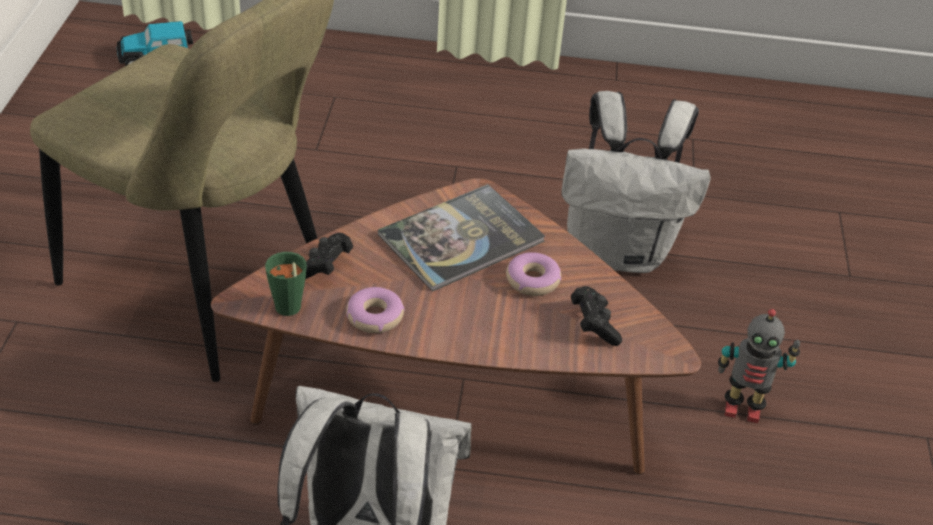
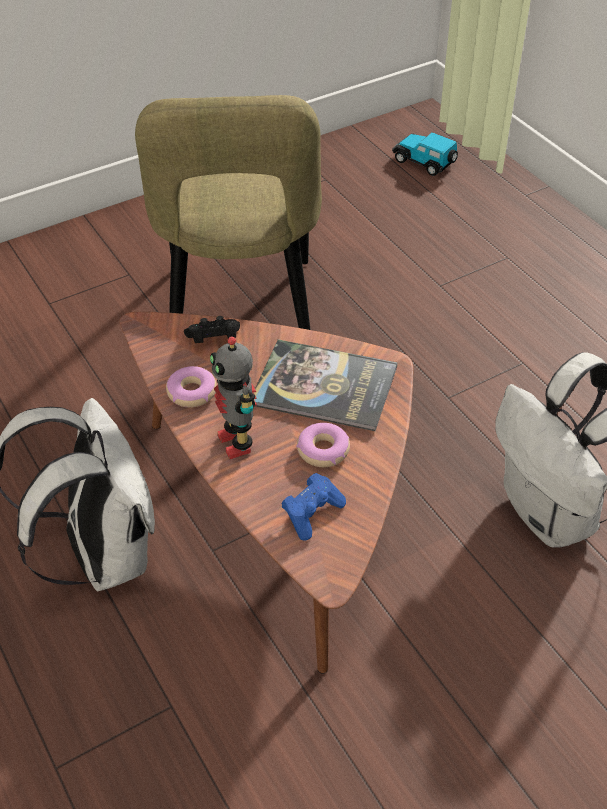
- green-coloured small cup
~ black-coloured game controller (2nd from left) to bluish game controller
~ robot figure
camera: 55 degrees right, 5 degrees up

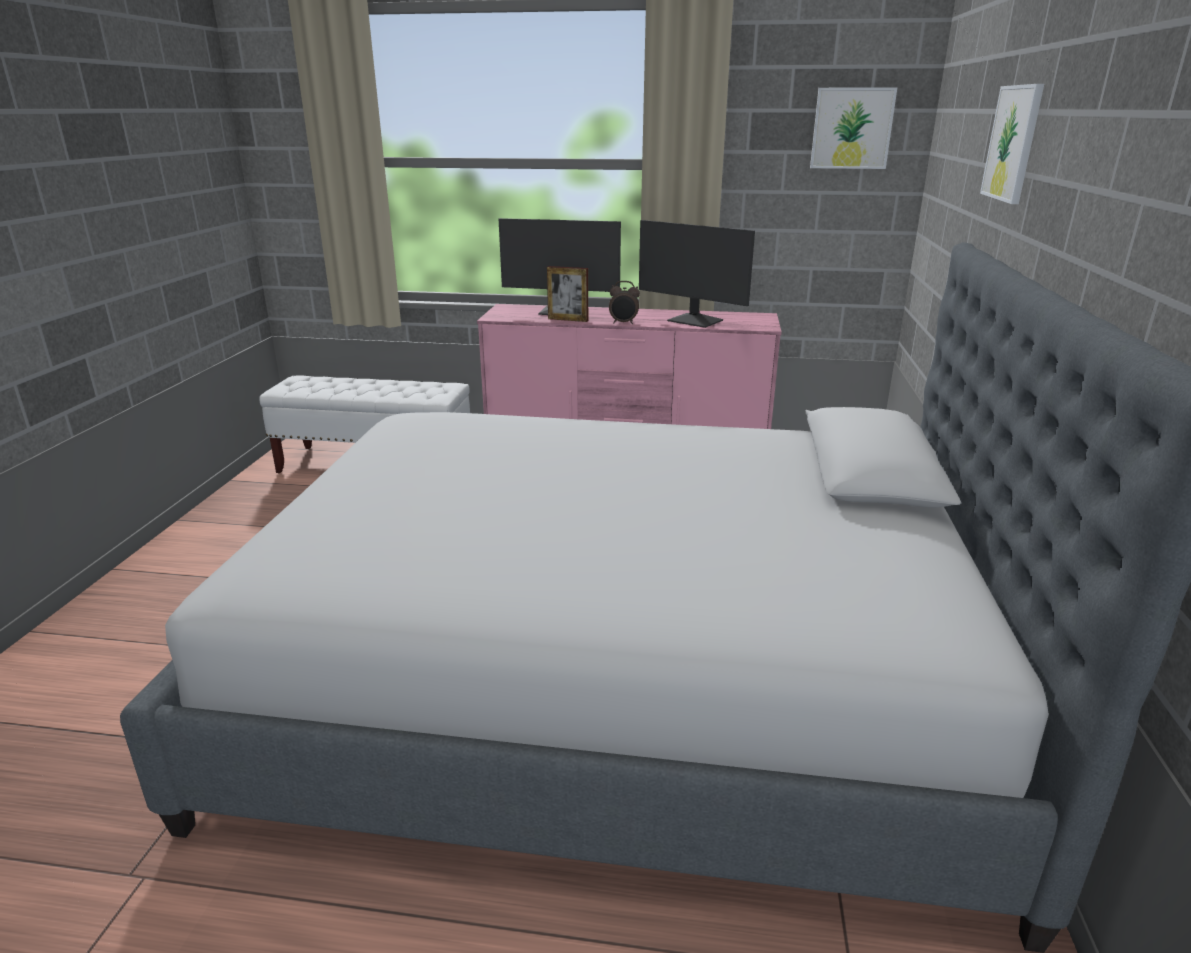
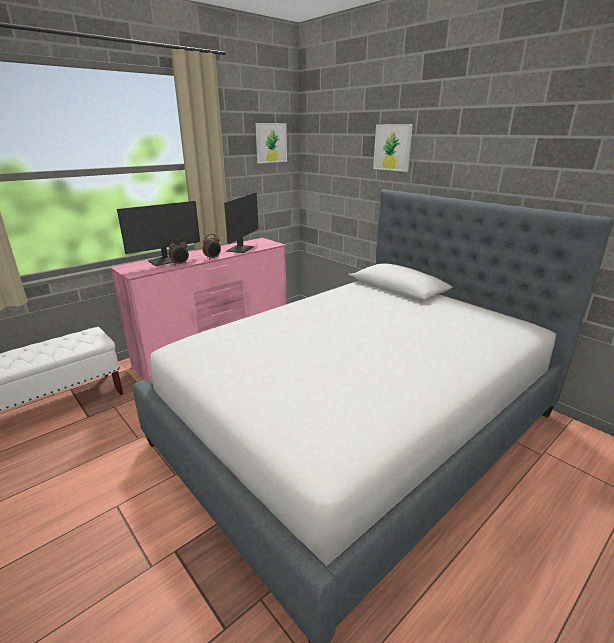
~ standing frame to alarm clock (1st from left)
~ monitor (2nd from left) 60 degrees counterclockwise
camera: 50 degrees left, 0 degrees up

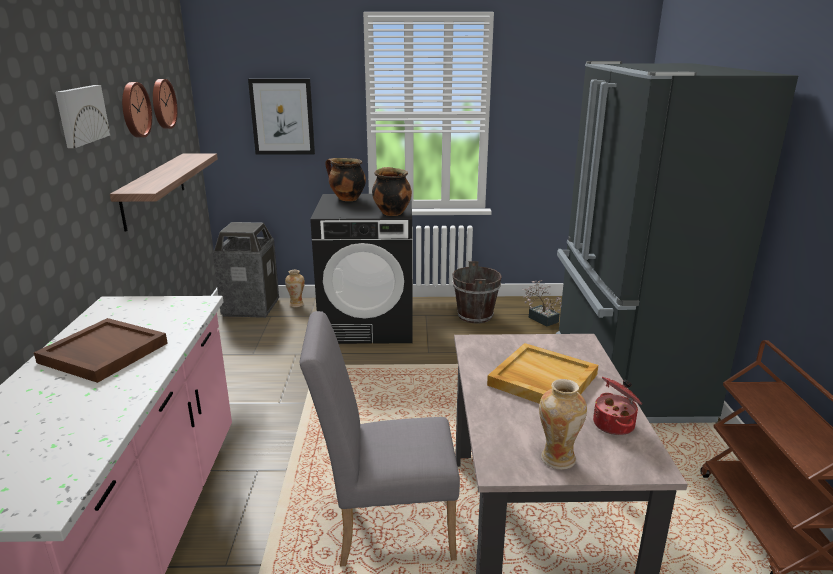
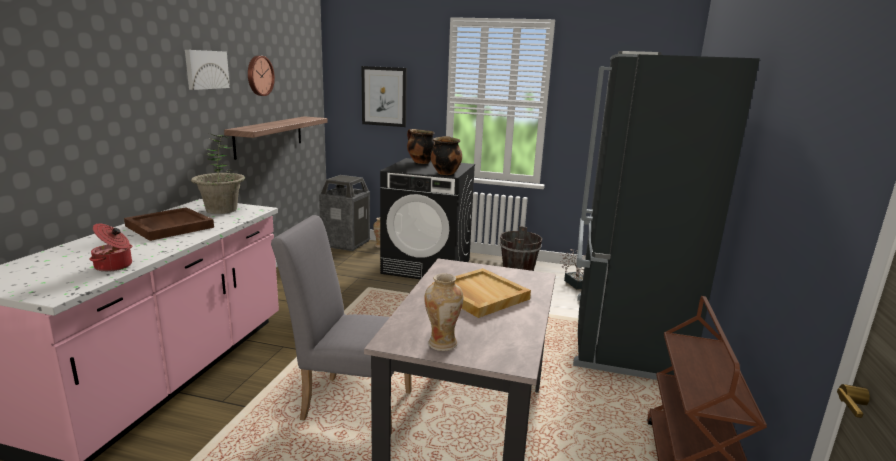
- wall clock (2nd from left)
~ stockpot (3rd from left in the first image) to stockpot (1st from left)
+ houseplant (1st from left)
camera: 15 degrees right, 5 degrees down

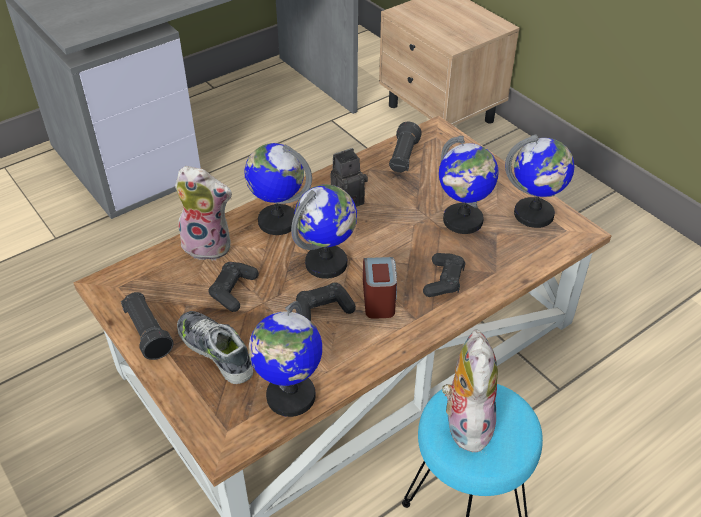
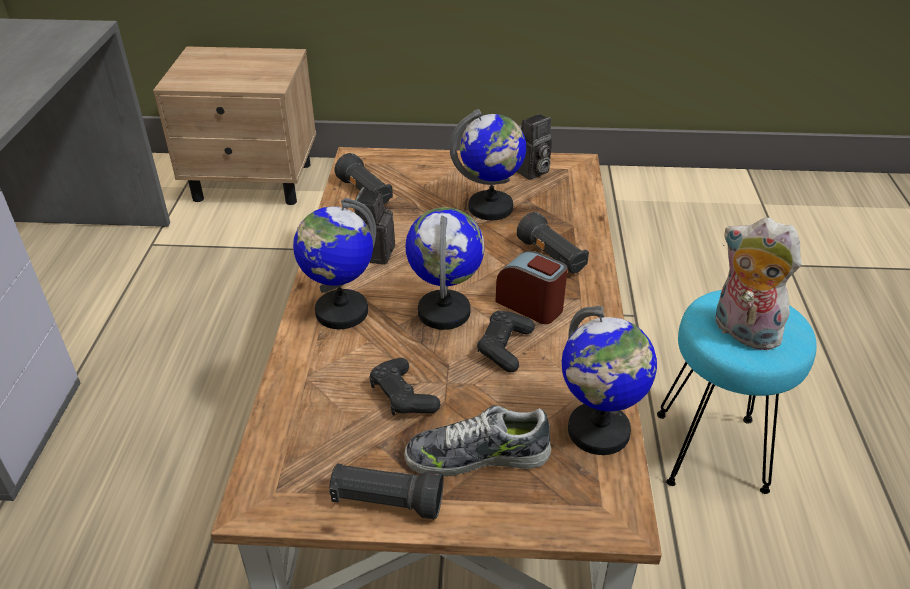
- plush toy (1st from left)
~ black-coloured game controller (3rd from left) to black-coloured torch (3rd from left)
~ desk globe (5th from left) to photo camera (2nd from left)
camera: 50 degrees left, 5 degrees down

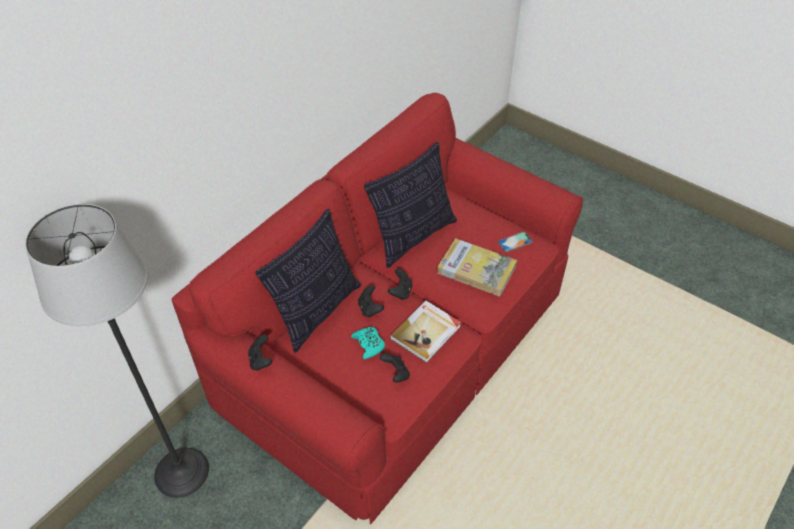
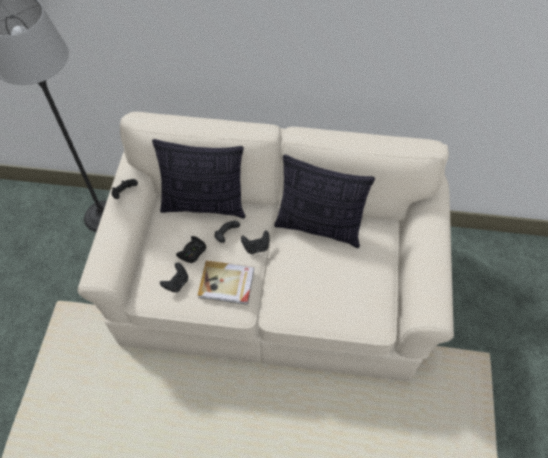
~ reddish sofa to sand-coloured sofa
~ blue-green game controller to black-coloured game controller (3rd from left)
- bound book (2nd from left)
- telephone
camera: 60 degrees right, 10 degrees up

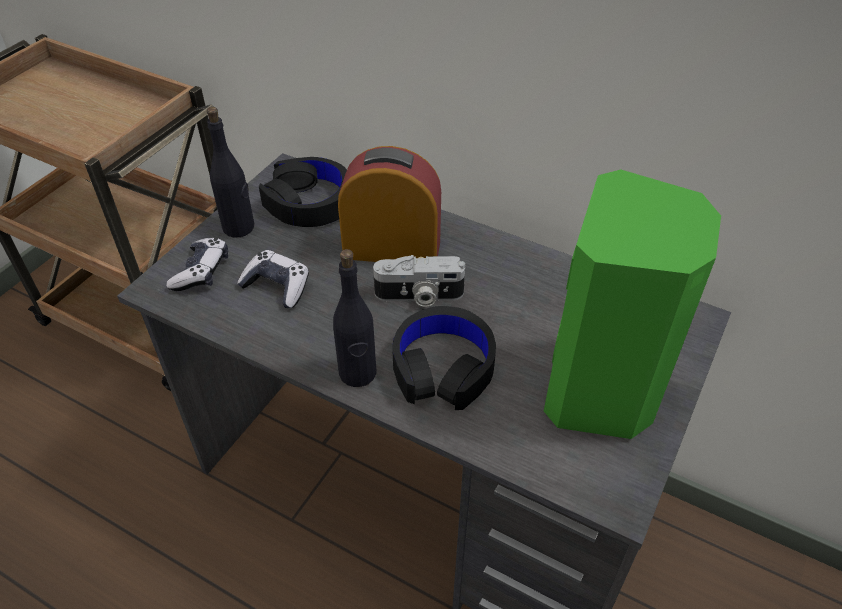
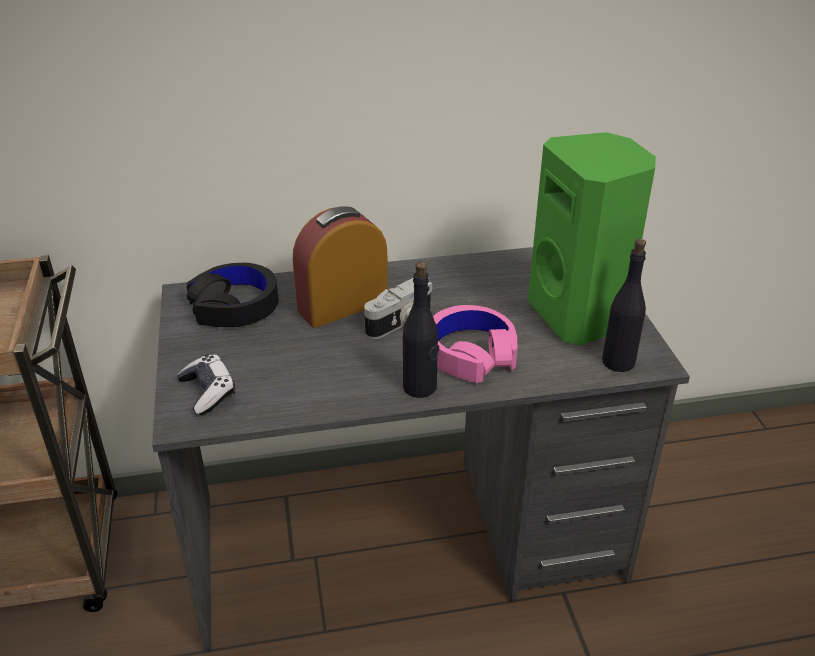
~ black-coloured drink bottle (1st from left in the first image) to black-coloured drink bottle (2nd from left)
- game controller (2nd from left)
~ black-coloured pair of headphones (2nd from left) to pink-coloured pair of headphones
camera: 40 degrees left, 10 degrees down

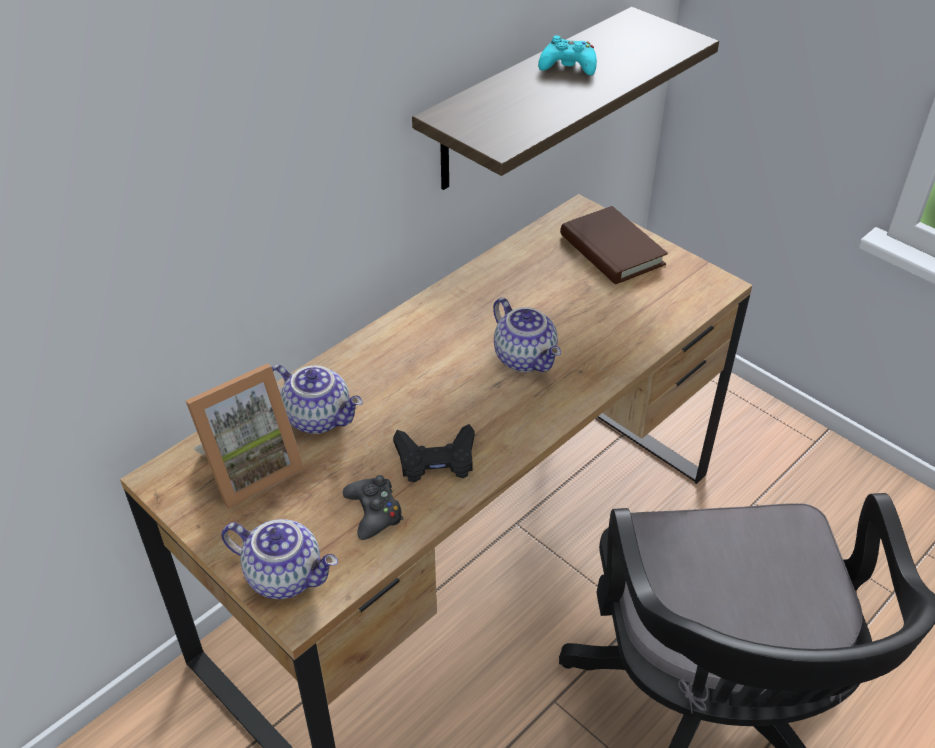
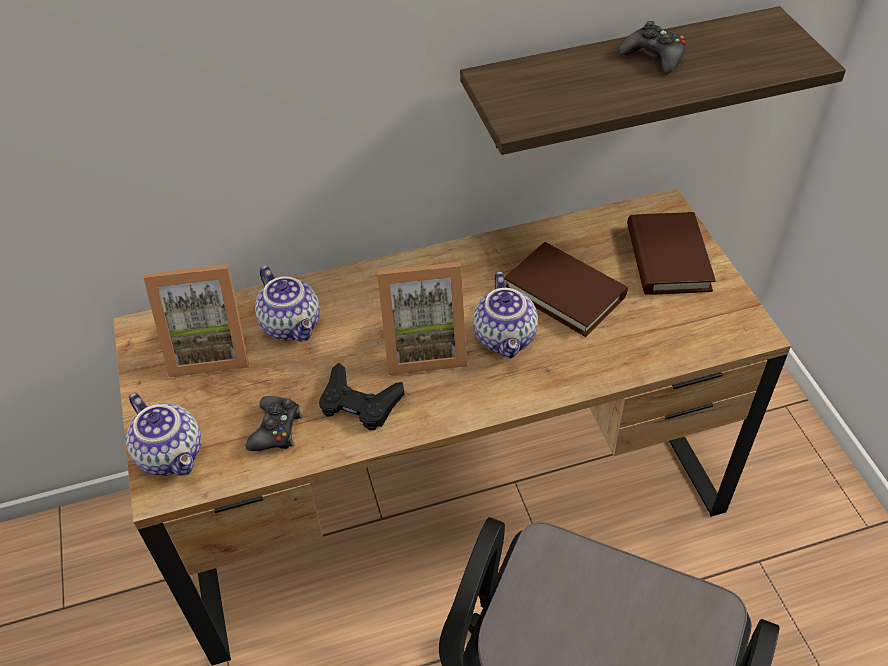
~ blue-green game controller to black-coloured game controller (3rd from left)
+ standing frame (2nd from left)
+ brownish bound book (1st from left)
camera: 30 degrees right, 5 degrees up

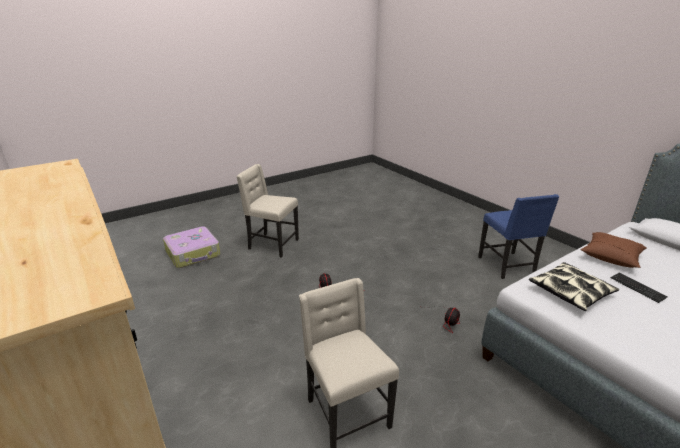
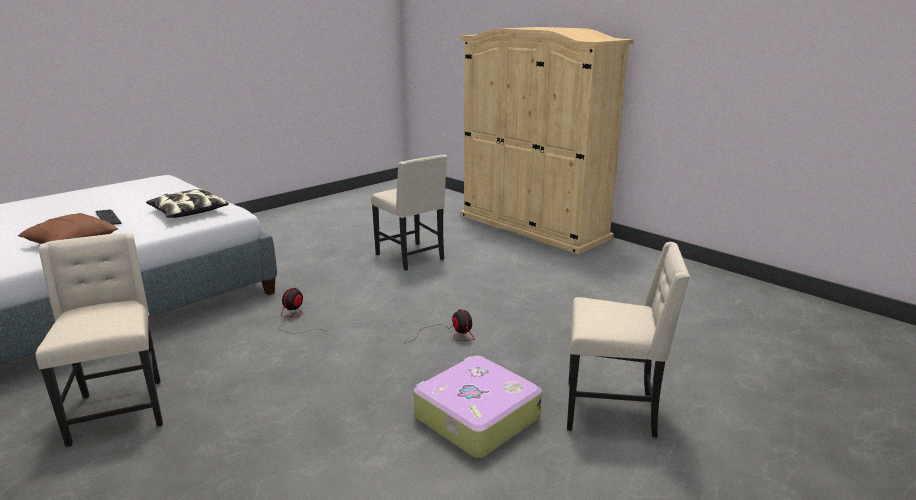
~ suitcase
~ bluish plain chair to sand-coloured plain chair (1st from left)
camera: 170 degrees right, 5 degrees down

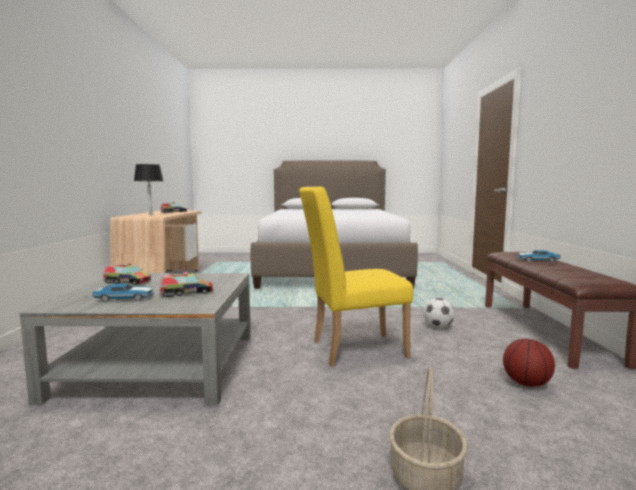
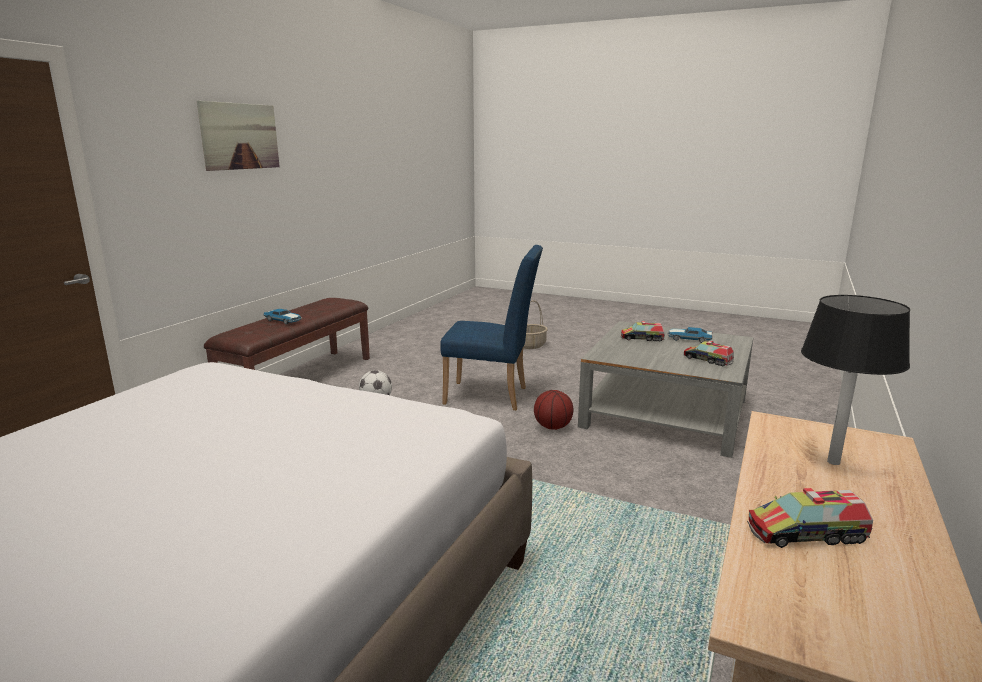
~ yellowish plain chair to bluish plain chair
~ basketball
+ wall picture
camera: 155 degrees left, 10 degrees up

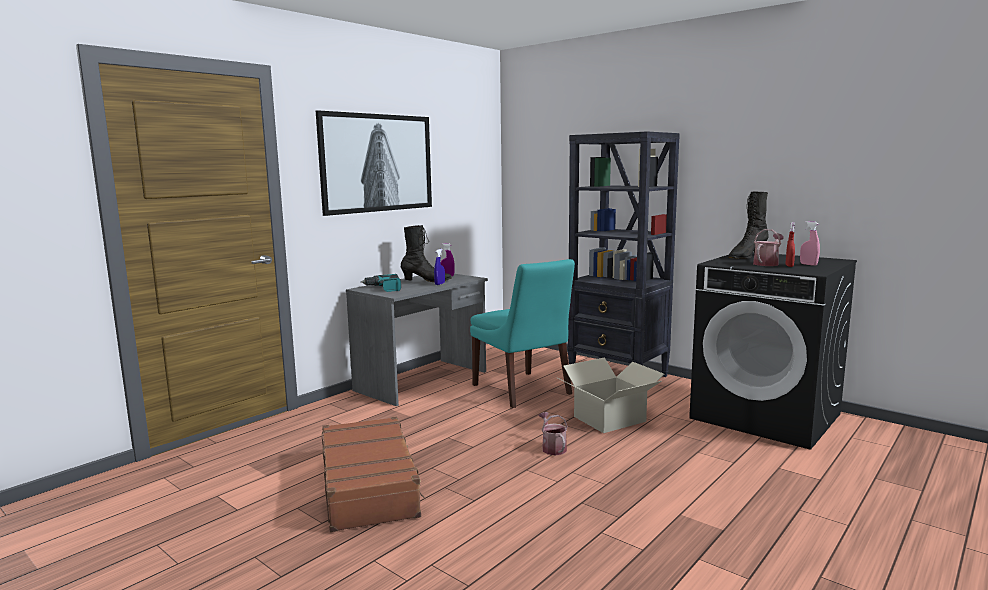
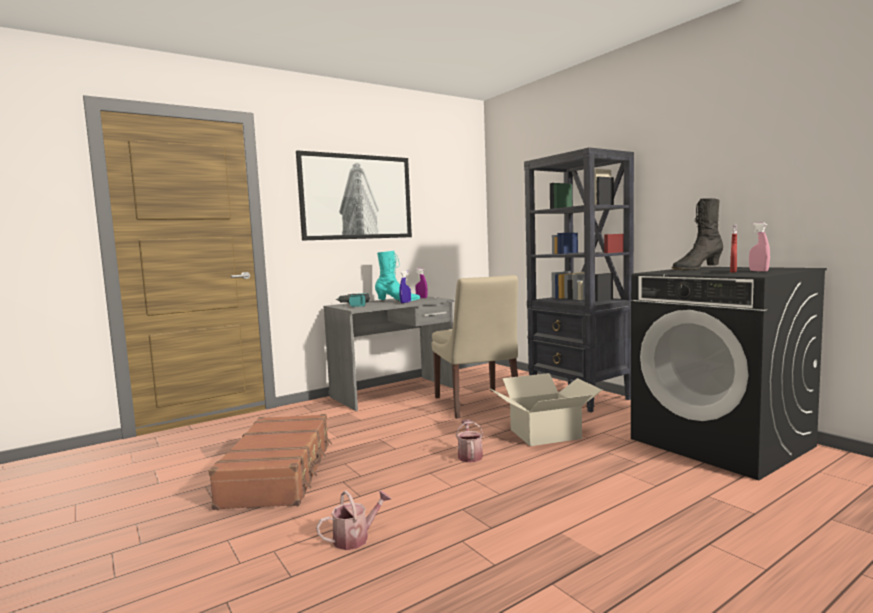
~ black-coloured tall boot (1st from left) to blue-green tall boot
~ blue-green plain chair to sand-coloured plain chair
~ watering pot (2nd from left in the first image) to watering pot (1st from left)
camera: 15 degrees right, 5 degrees down

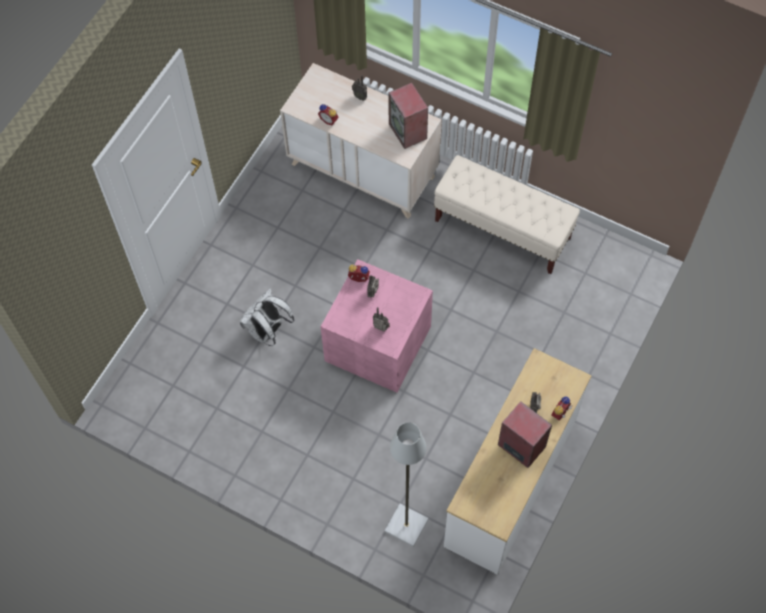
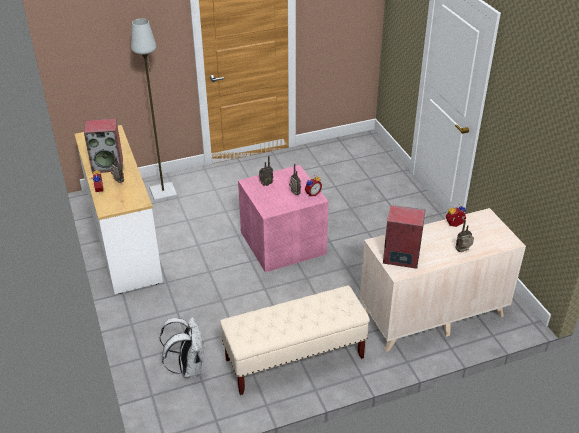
~ whitish rucksack
camera: 130 degrees right, 25 degrees down

